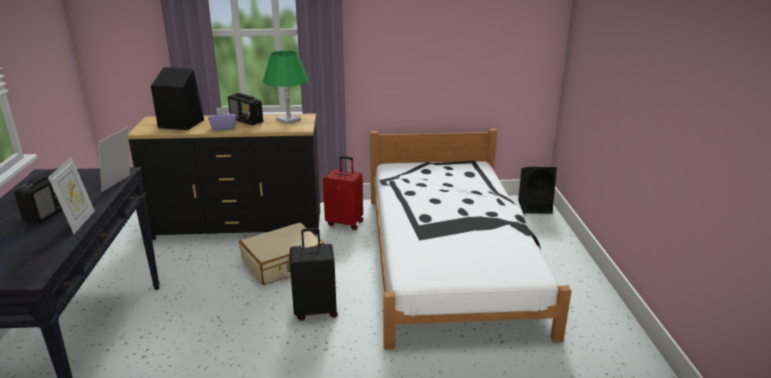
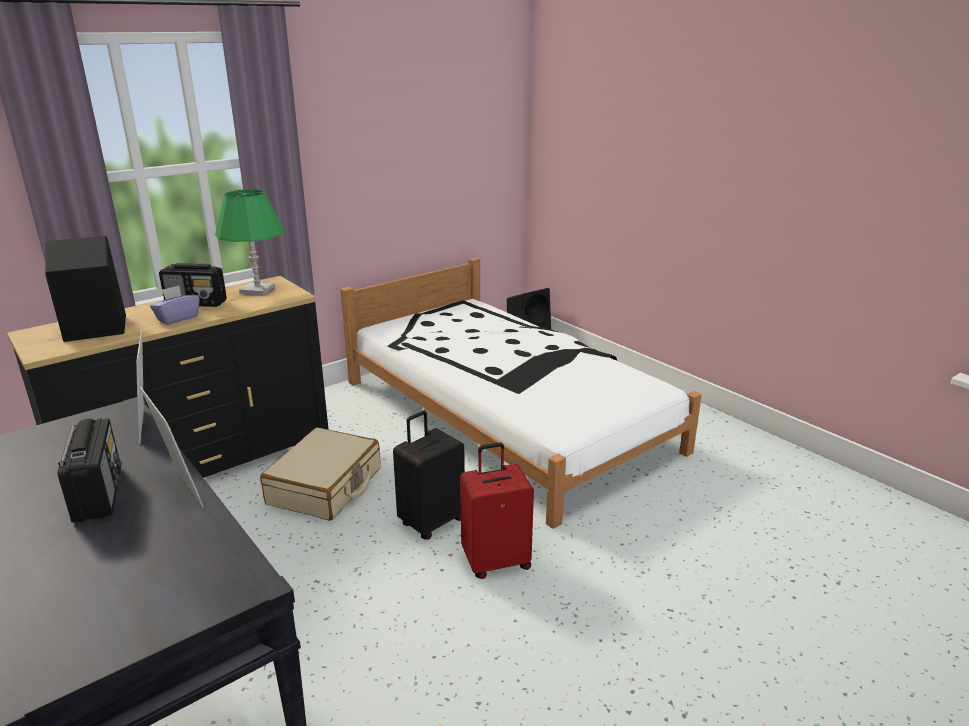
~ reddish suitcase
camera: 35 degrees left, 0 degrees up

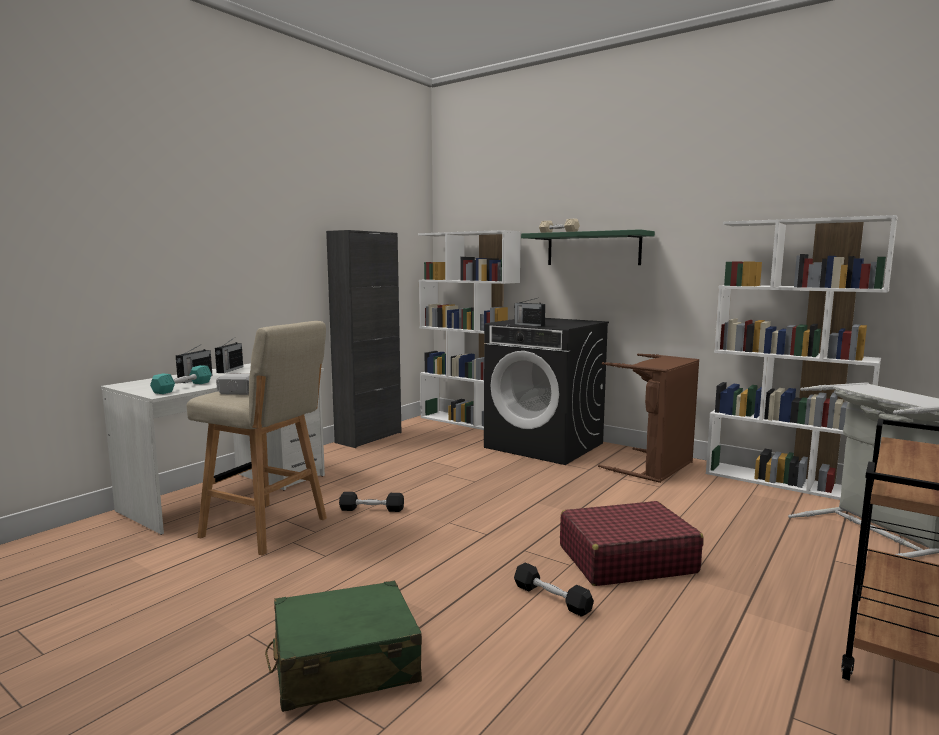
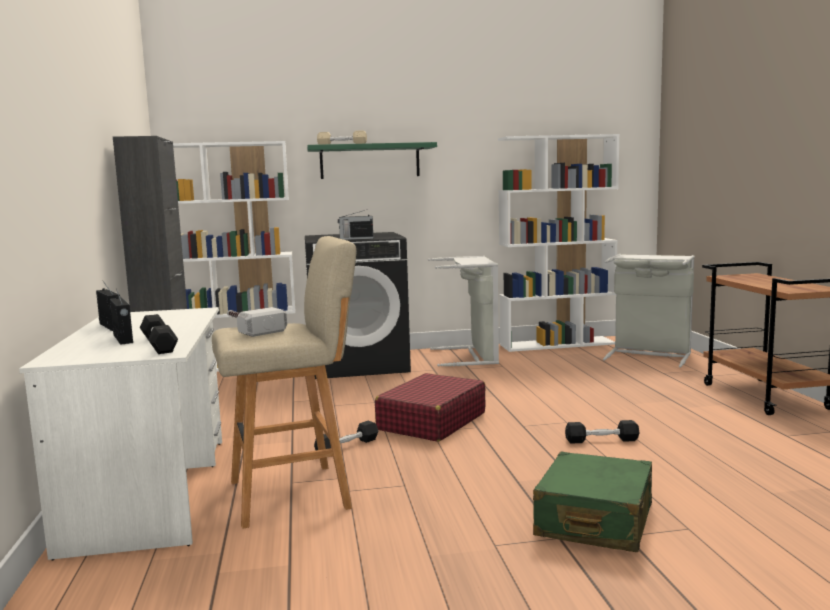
~ blue-green dumbbell to black-coloured dumbbell (1st from left)
~ reddish suitcase
~ brownish laundry basket to greyish laundry basket (1st from left)
camera: 45 degrees left, 0 degrees up

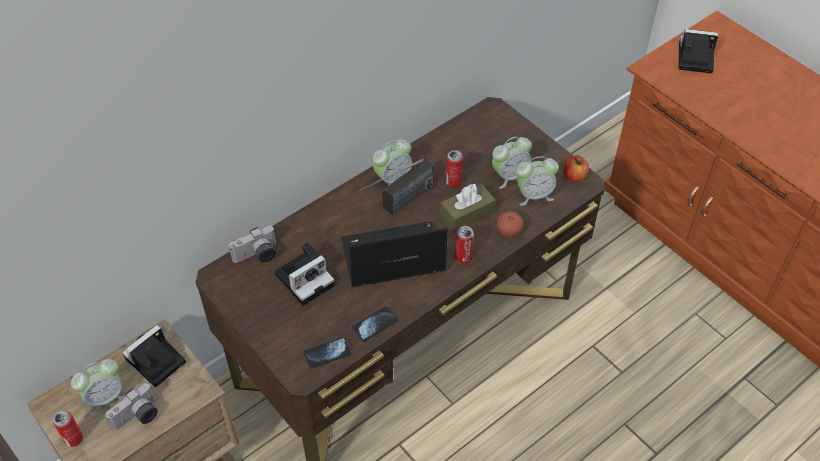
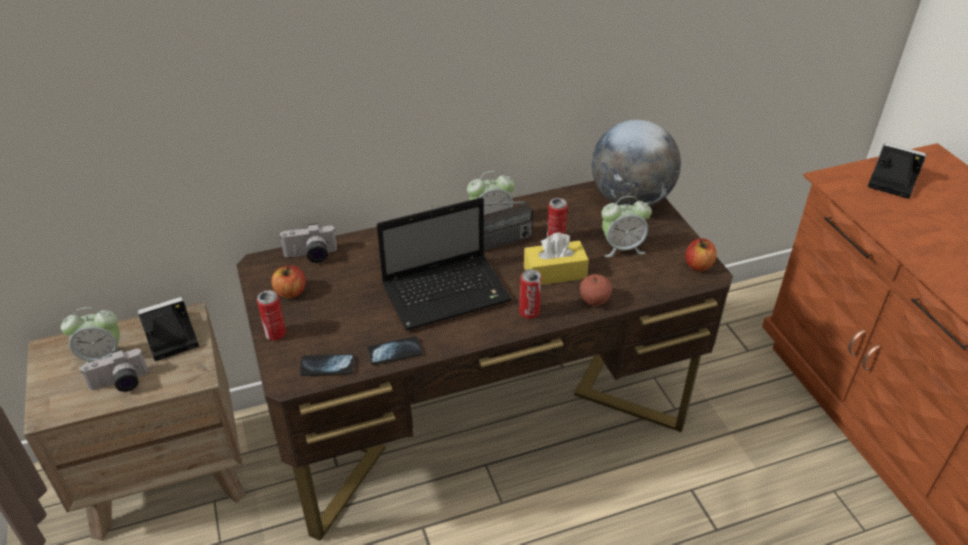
~ sealed can (1st from left)
- photo camera (4th from left)
~ portable computer 150 degrees clockwise
~ brownish tissue box to yellowish tissue box
- alarm clock (4th from left)
+ apple (1st from left)
+ desk globe
camera: 20 degrees right, 10 degrees down

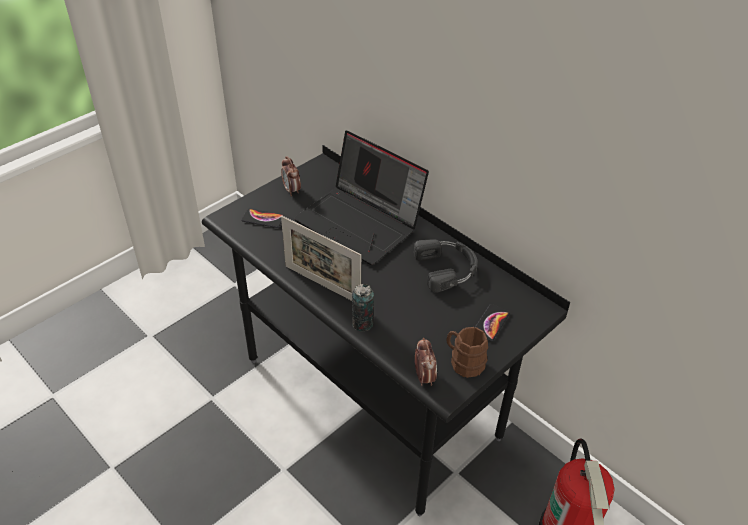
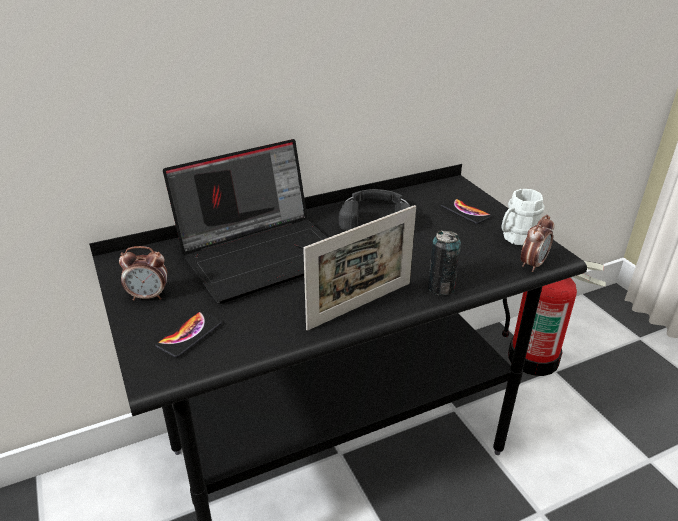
~ alarm clock (2nd from left) 120 degrees clockwise
~ brownish coffee mug to whitish coffee mug
camera: 70 degrees left, 10 degrees down

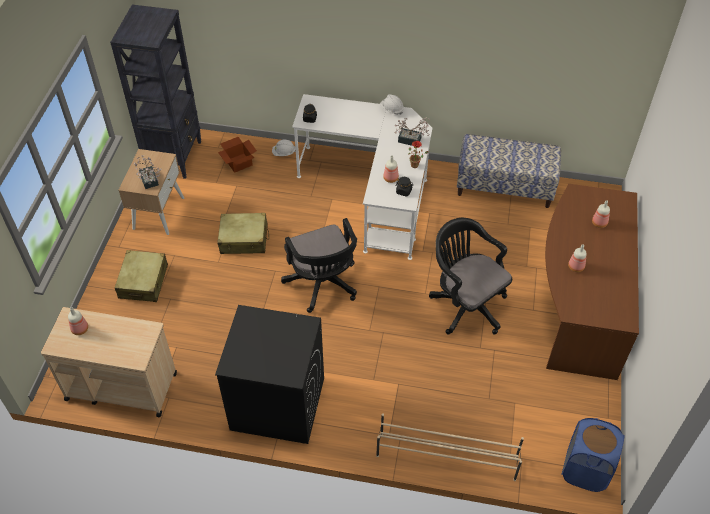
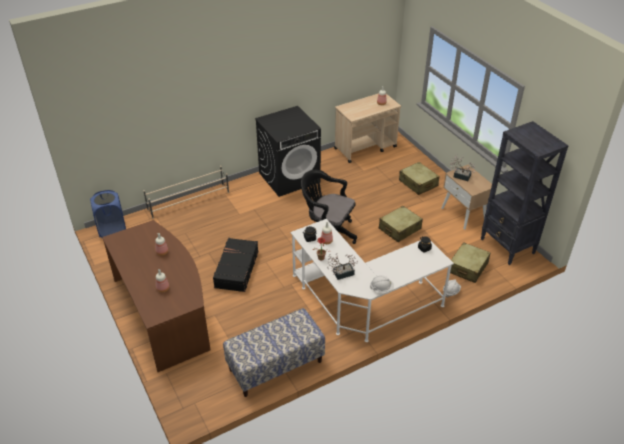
~ carton to sand-coloured suitcase (3rd from left)
~ black-coloured office chair (2nd from left) to black-coloured suitcase
camera: 140 degrees right, 10 degrees down

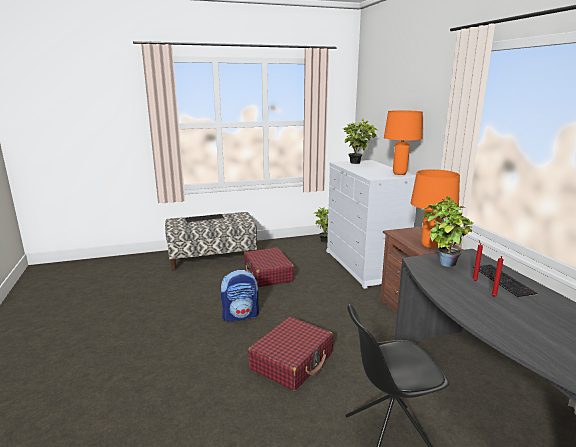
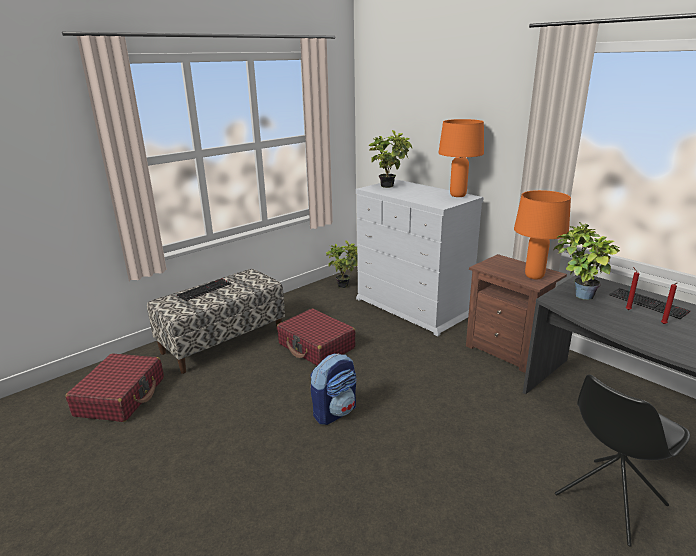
~ reddish suitcase (2nd from left in the first image) to reddish suitcase (1st from left)
camera: 25 degrees left, 5 degrees up

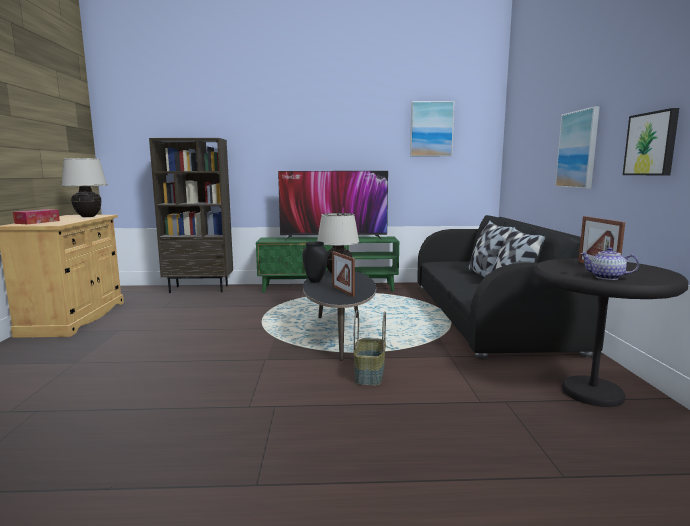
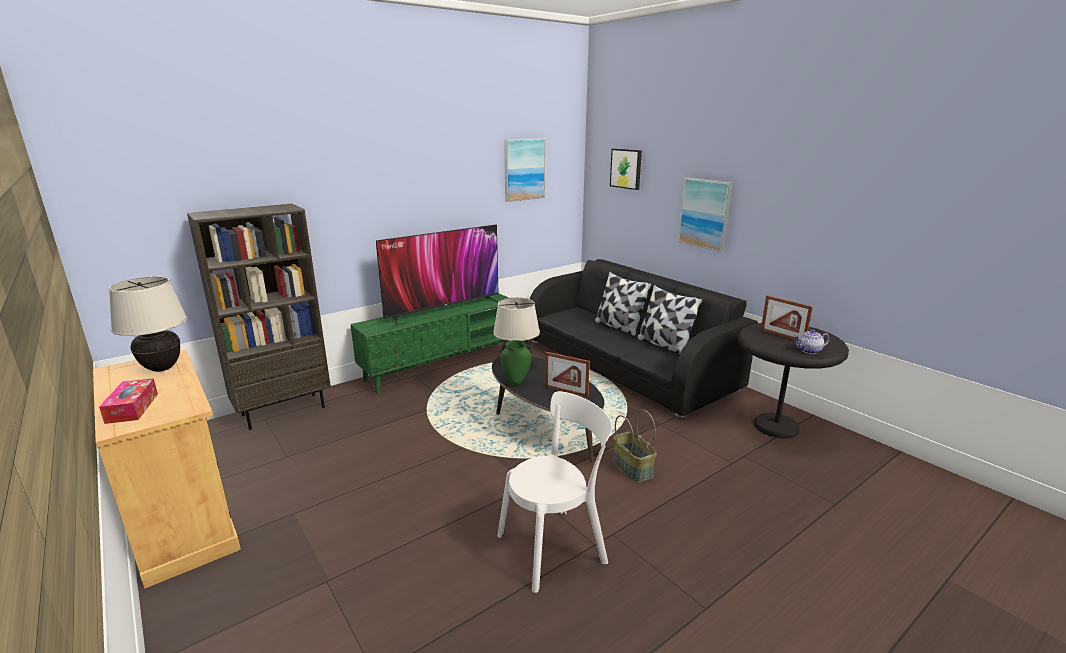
~ black-coloured vase to green-coloured vase
~ wall picture (3rd from left in the first image) to wall picture (2nd from left)
+ whitish plain chair
camera: 35 degrees left, 10 degrees up

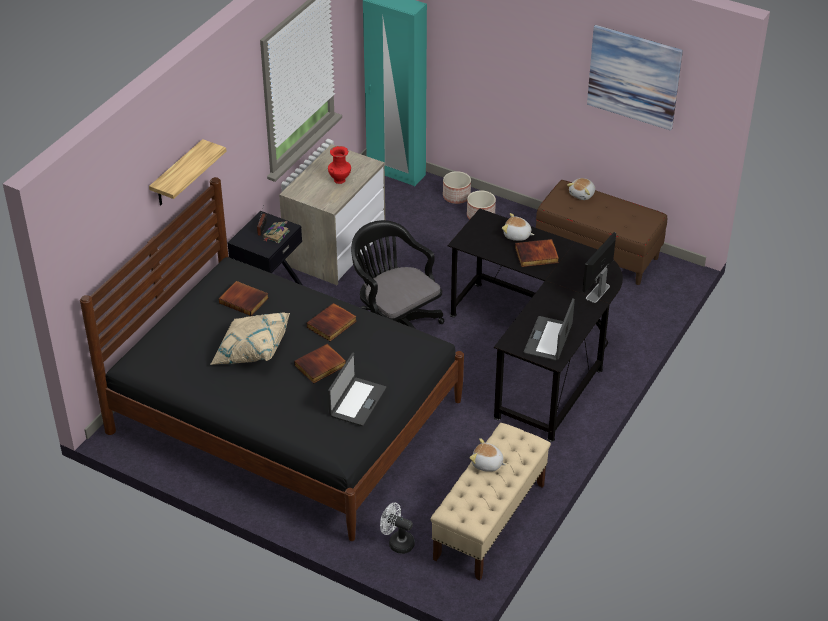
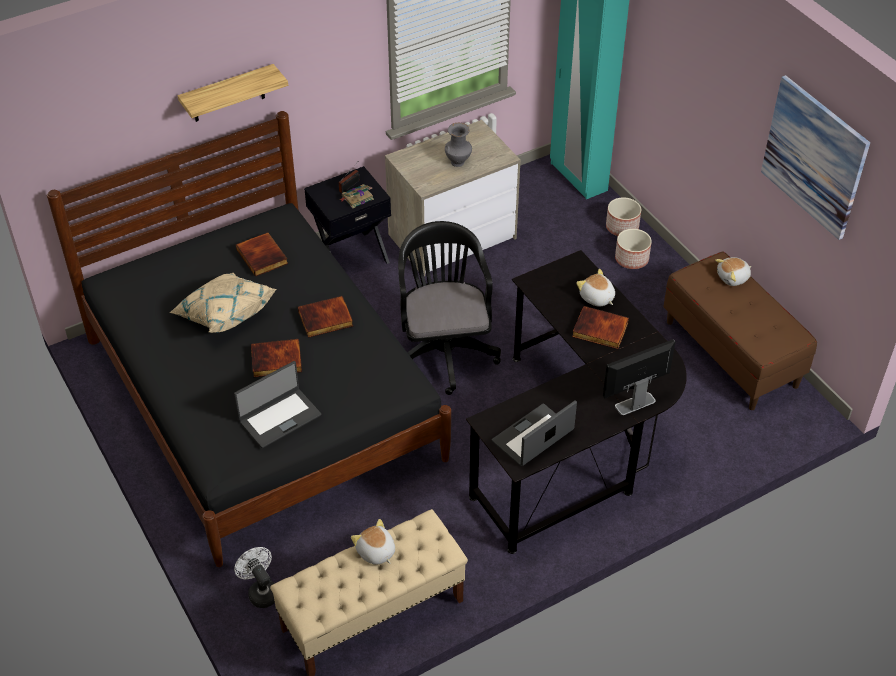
~ reddish vase to greyish vase
camera: 30 degrees right, 5 degrees up

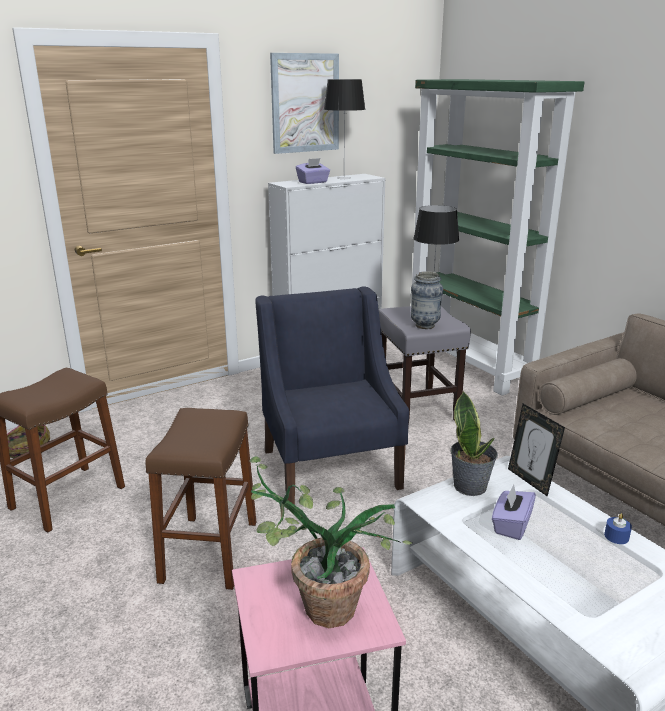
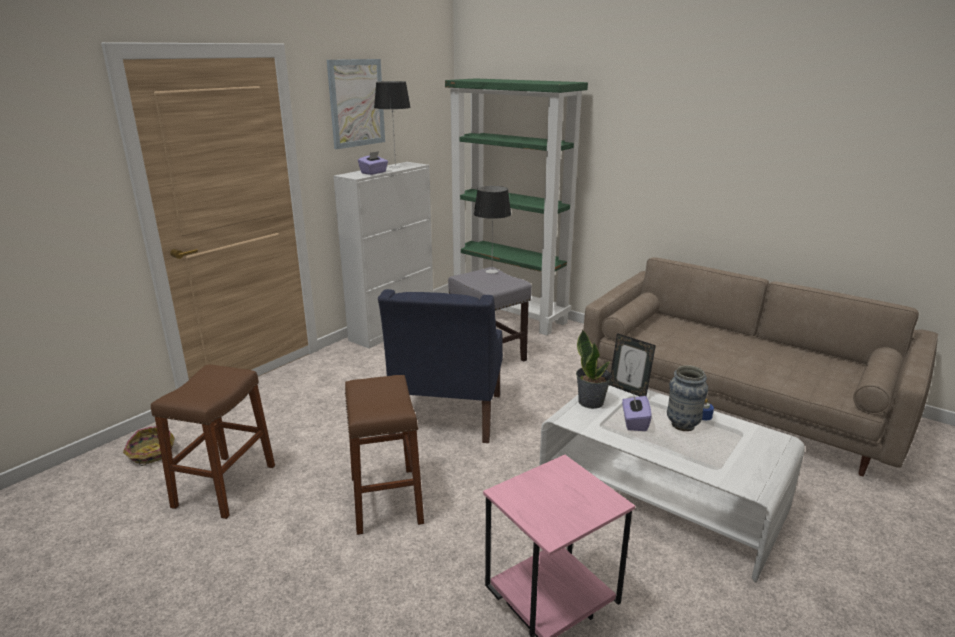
- houseplant (1st from left)
~ bluish easy chair 135 degrees counterclockwise
~ vase
camera: 20 degrees left, 0 degrees up

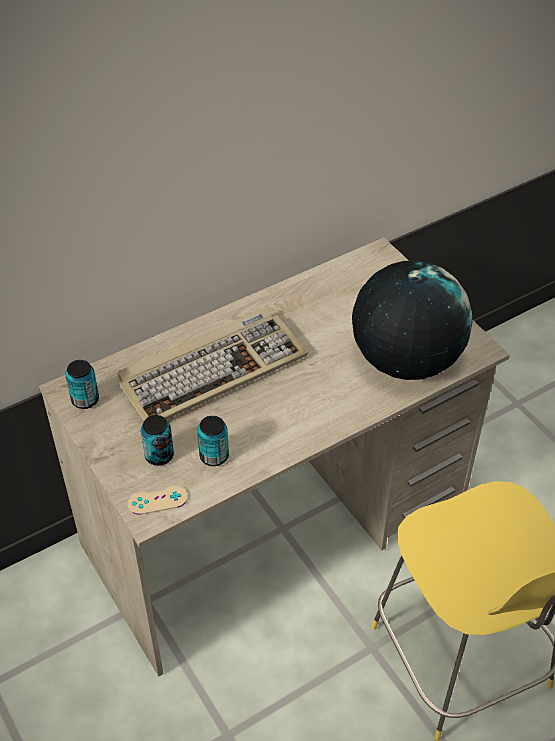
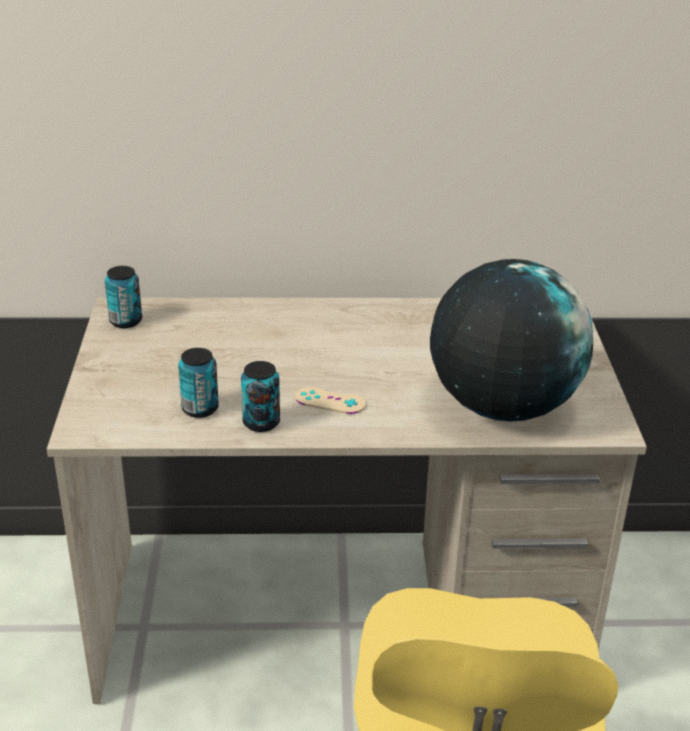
- computer keyboard
~ sand-coloured game controller
~ sealed can (2nd from left in the first image) to sealed can (3rd from left)
camera: 30 degrees right, 15 degrees down

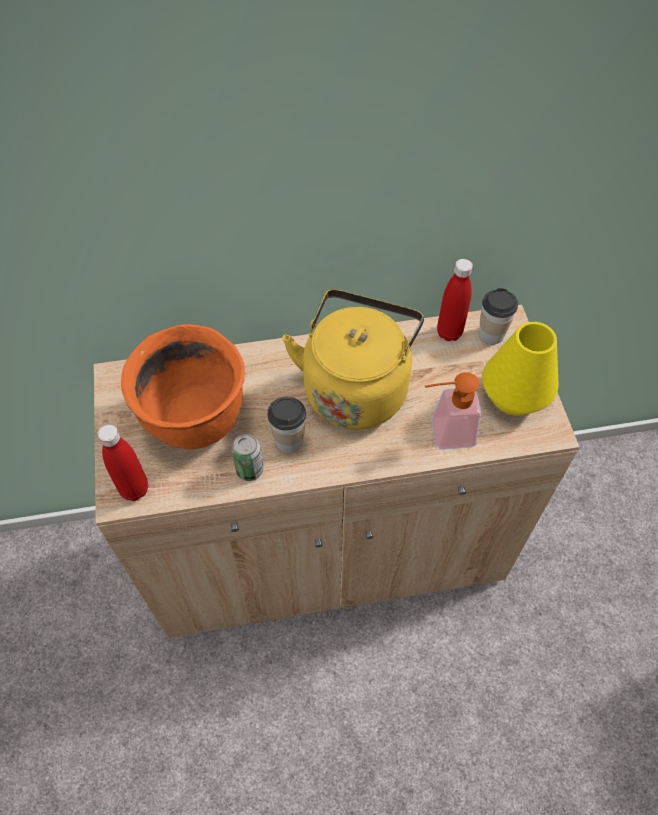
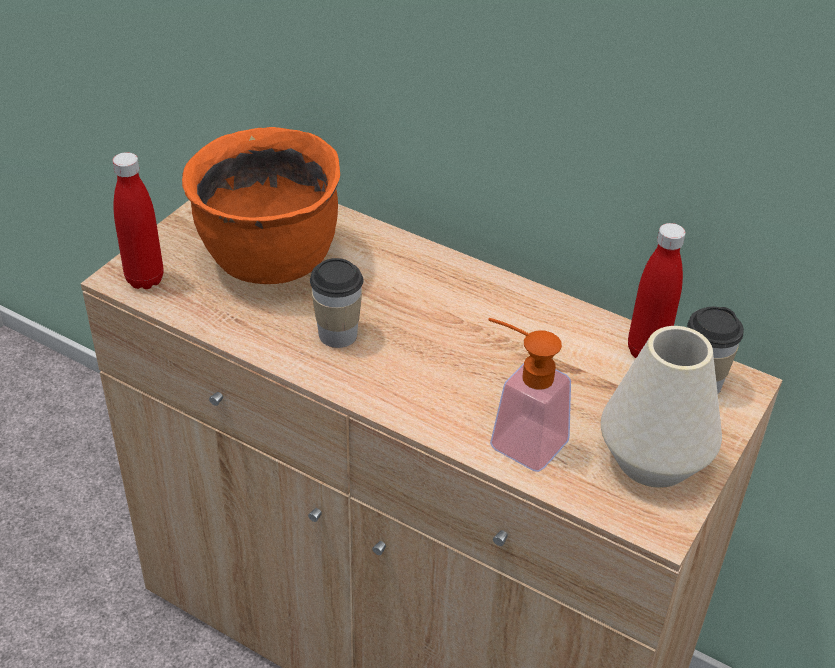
- sealed can
- yellowish kettle
~ yellowish vase to whitish vase
camera: 40 degrees right, 15 degrees down

